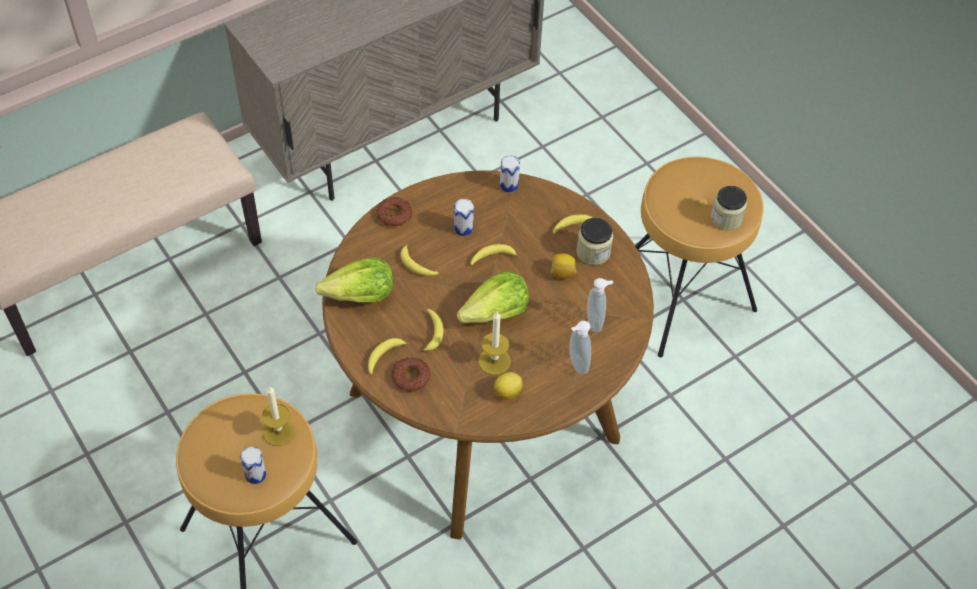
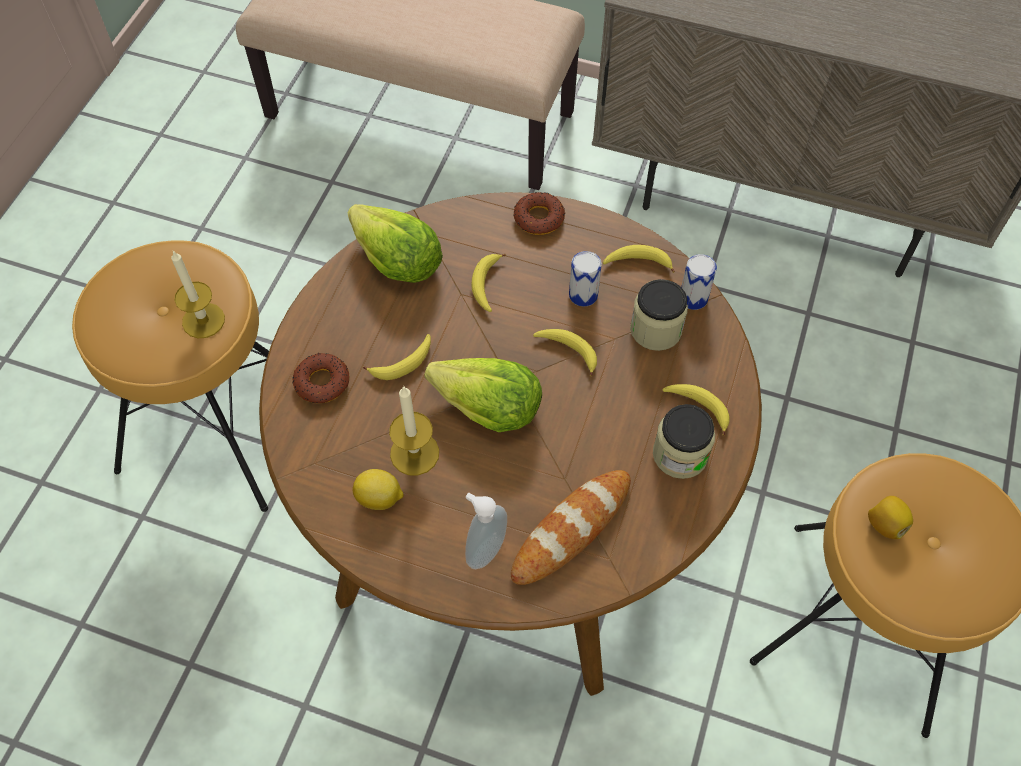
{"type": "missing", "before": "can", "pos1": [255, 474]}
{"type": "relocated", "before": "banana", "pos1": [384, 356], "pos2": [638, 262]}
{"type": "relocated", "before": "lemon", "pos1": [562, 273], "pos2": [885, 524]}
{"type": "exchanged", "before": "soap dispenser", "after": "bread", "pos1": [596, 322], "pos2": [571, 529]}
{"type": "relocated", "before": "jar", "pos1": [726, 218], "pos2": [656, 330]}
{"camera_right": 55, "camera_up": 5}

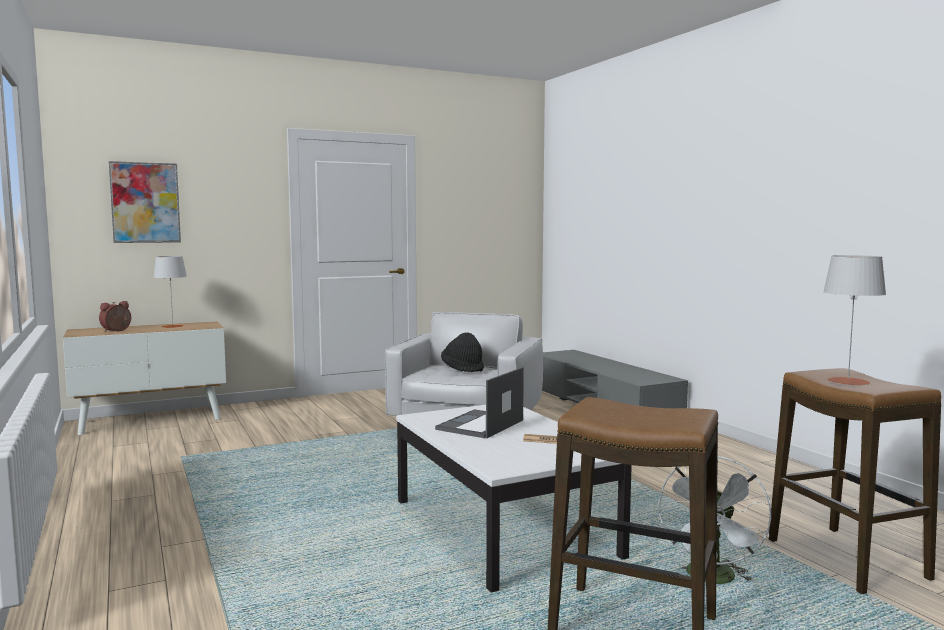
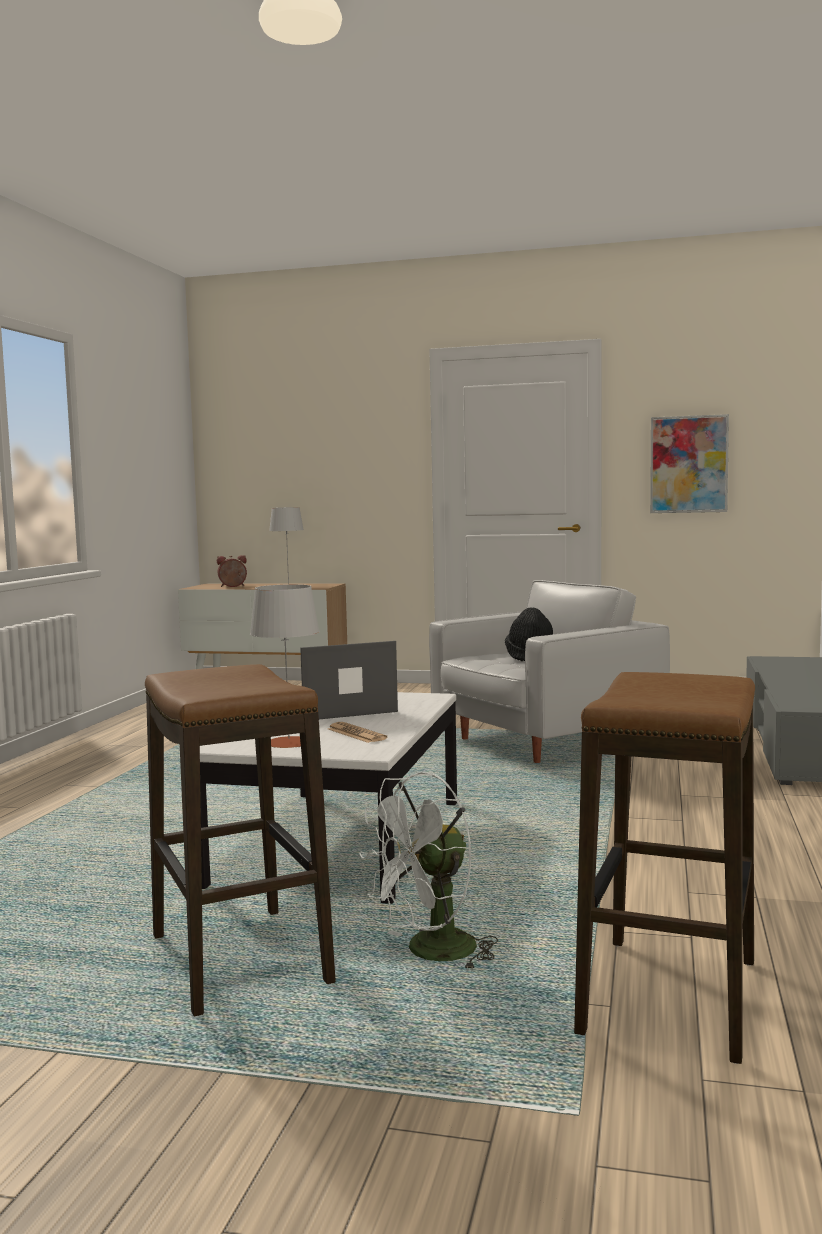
{"type": "relocated", "before": "picture", "pos1": [145, 202], "pos2": [688, 464]}
{"type": "relocated", "before": "table lamp in grey", "pos1": [848, 381], "pos2": [289, 742]}
{"camera_right": 40, "camera_up": 0}

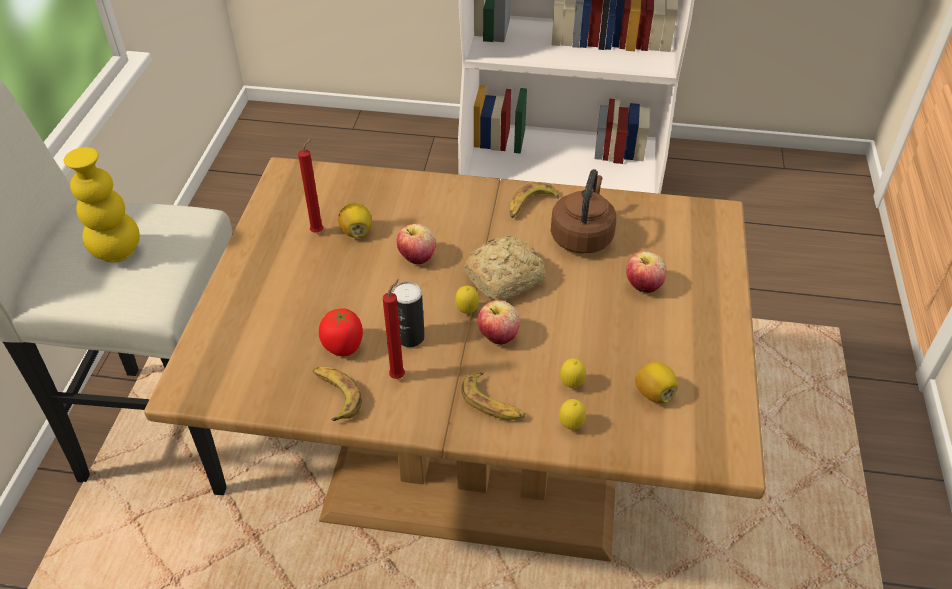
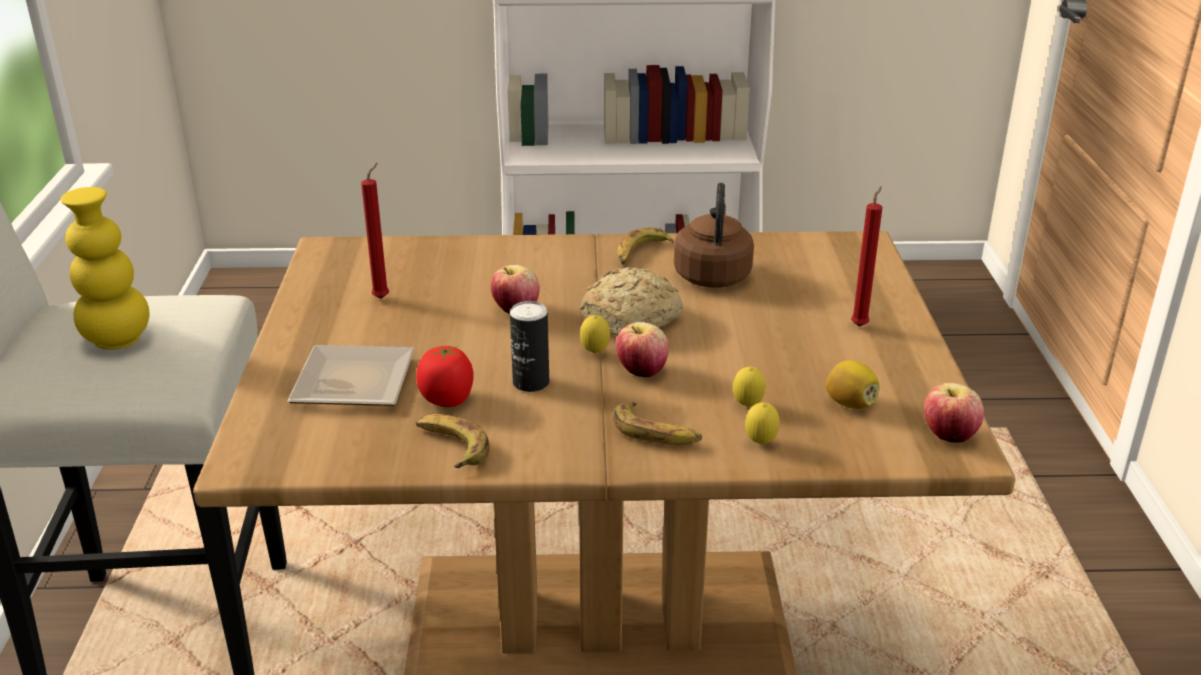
{"type": "missing", "before": "lemon", "pos1": [356, 231]}
{"type": "relocated", "before": "candle in red", "pos1": [399, 375], "pos2": [860, 325]}
{"type": "relocated", "before": "apple", "pos1": [643, 286], "pos2": [949, 436]}
{"type": "appeared", "after": "plate", "pos2": [358, 380]}
{"camera_right": -10, "camera_up": -15}

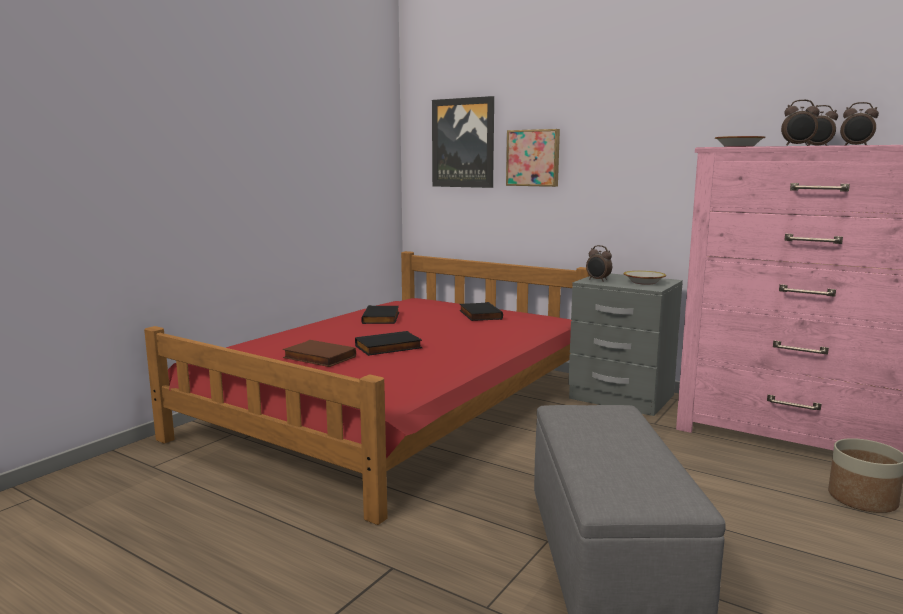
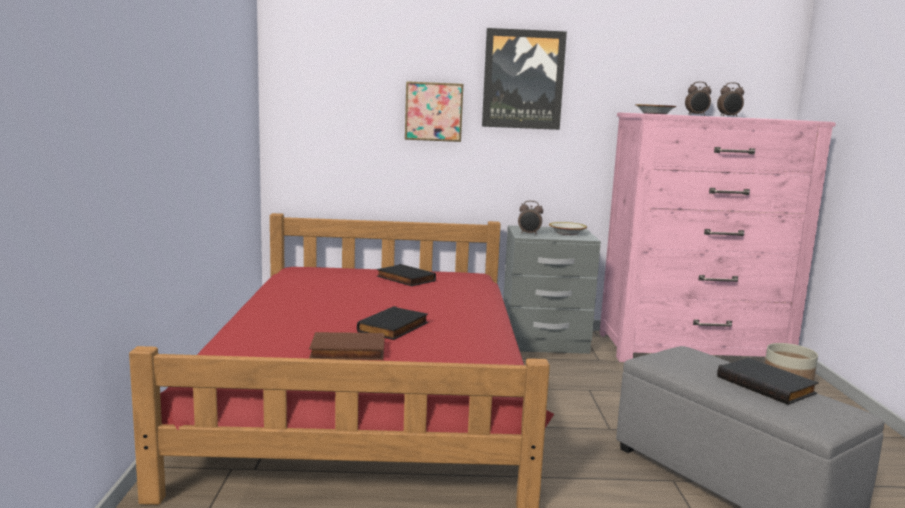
{"type": "relocated", "before": "book in black", "pos1": [382, 318], "pos2": [767, 385]}
{"type": "relocated", "before": "picture", "pos1": [463, 143], "pos2": [523, 79]}
{"type": "missing", "before": "alarm clock", "pos1": [797, 145]}
{"camera_right": -35, "camera_up": 0}

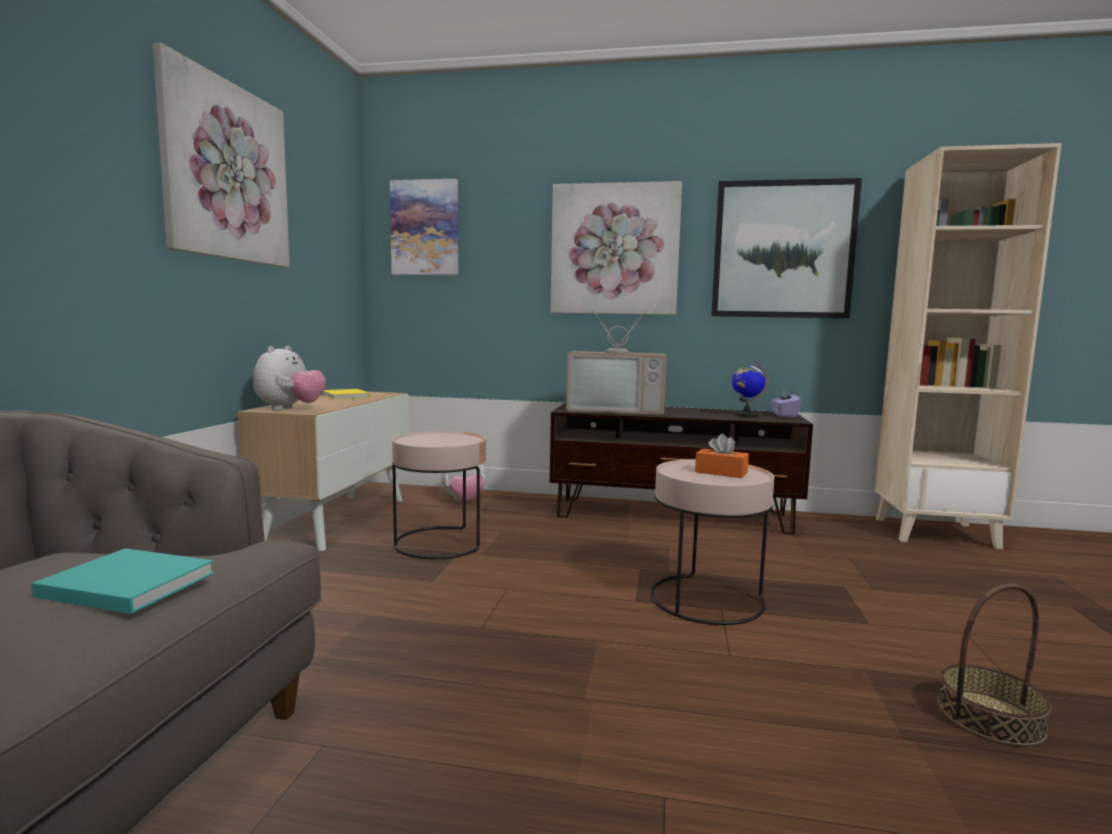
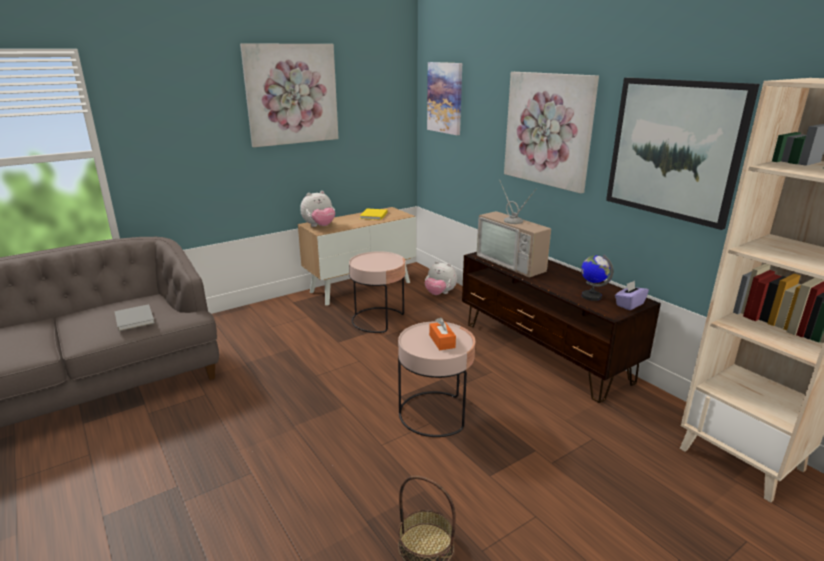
{"type": "colour", "before": "book in turquoise", "after": "book in grey", "pos1": [125, 584], "pos2": [134, 318]}
{"camera_right": 45, "camera_up": 15}

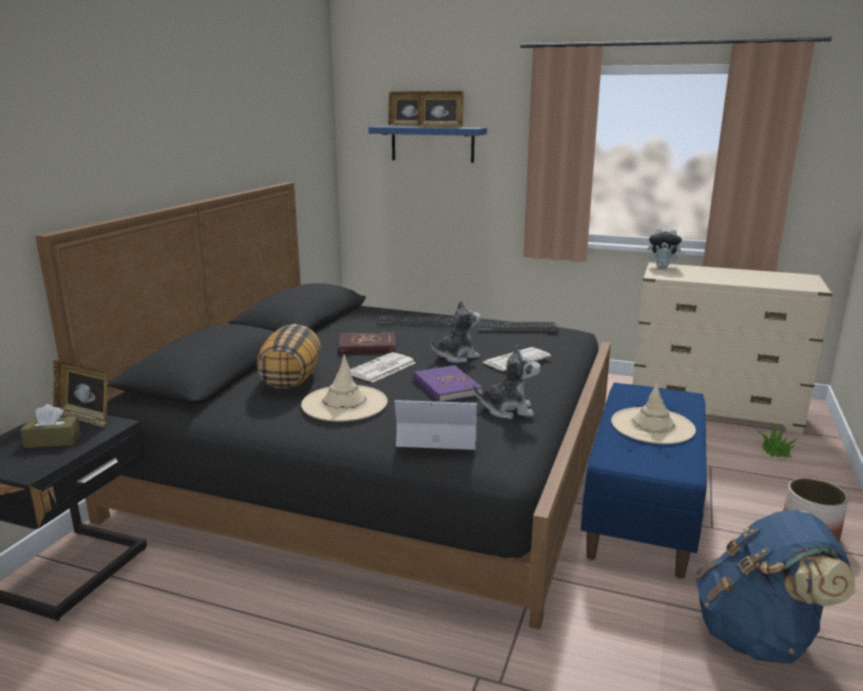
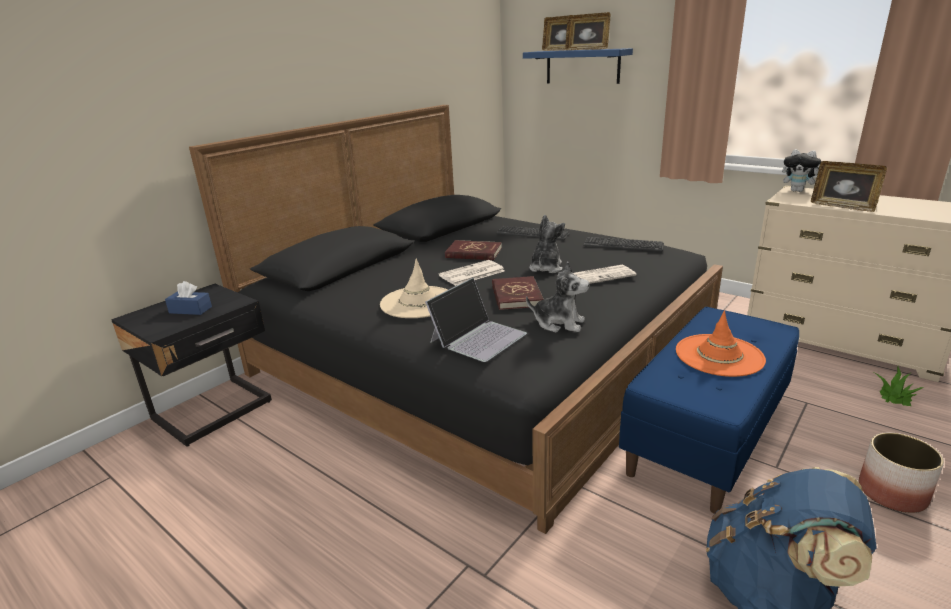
{"type": "colour", "before": "tissue box in brown", "after": "tissue box in blue", "pos1": [53, 441], "pos2": [190, 310]}
{"type": "relocated", "before": "picture frame", "pos1": [85, 418], "pos2": [842, 206]}
{"type": "missing", "before": "pillow", "pos1": [291, 379]}
{"type": "spun", "before": "laptop", "pos1": [437, 432], "pos2": [478, 337], "turn": 105}
{"type": "colour", "before": "book in purple", "after": "book in red", "pos1": [446, 387], "pos2": [516, 296]}
{"type": "spun", "before": "plush toy", "pos1": [456, 356], "pos2": [545, 268], "turn": -60}
{"type": "colour", "before": "hat in beige", "after": "hat in orange", "pos1": [652, 426], "pos2": [719, 355]}
{"camera_right": 20, "camera_up": 5}

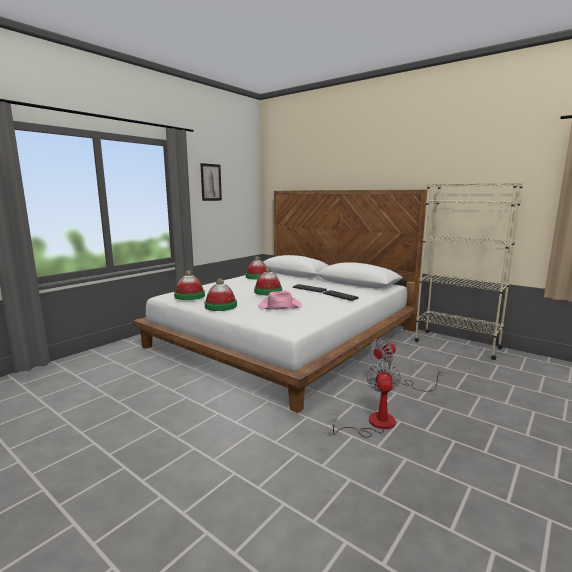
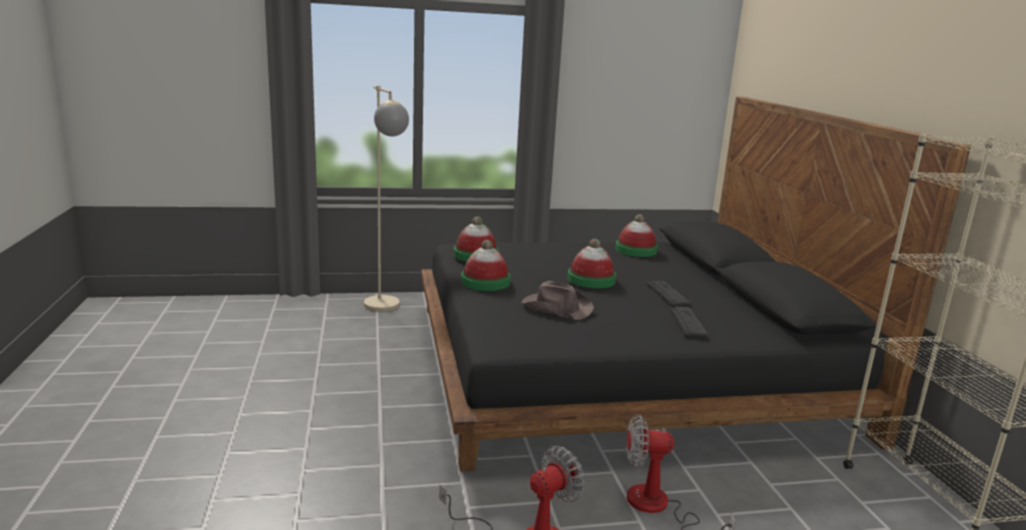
{"type": "colour", "before": "bed in white", "after": "bed in black", "pos1": [284, 338], "pos2": [618, 366]}
{"type": "missing", "before": "picture", "pos1": [211, 182]}
{"type": "colour", "before": "hat in pink", "after": "hat in brown", "pos1": [279, 306], "pos2": [556, 307]}
{"type": "appeared", "after": "floor lamp in beige", "pos2": [386, 309]}
{"camera_right": 40, "camera_up": 5}

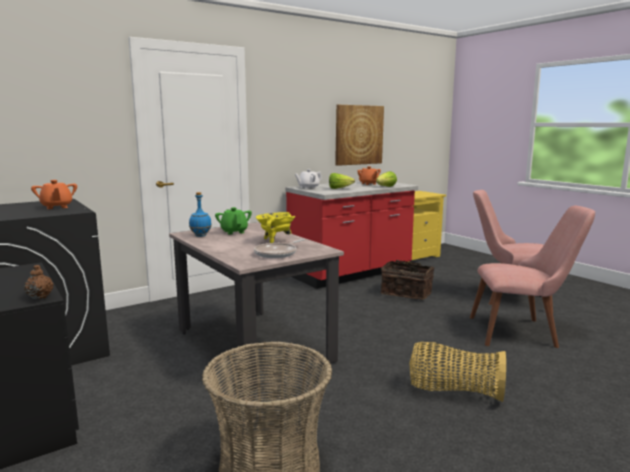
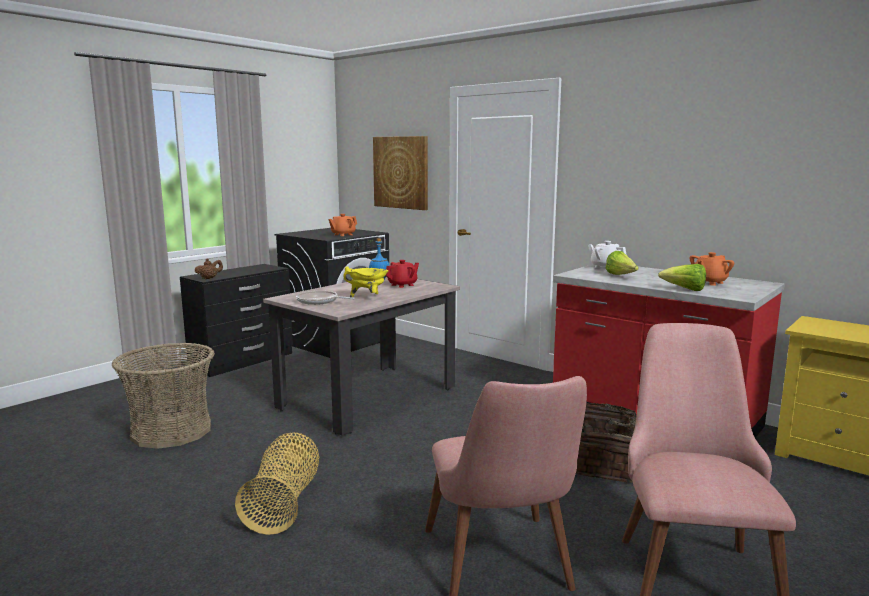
{"type": "colour", "before": "teapot in green", "after": "teapot in red", "pos1": [234, 232], "pos2": [402, 285]}
{"type": "relocated", "before": "picture", "pos1": [358, 135], "pos2": [401, 172]}
{"camera_right": 75, "camera_up": 0}

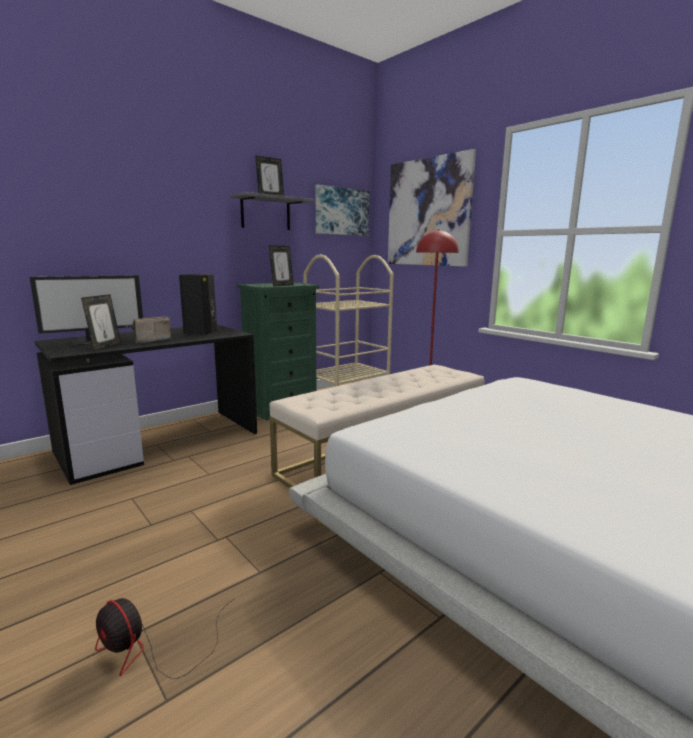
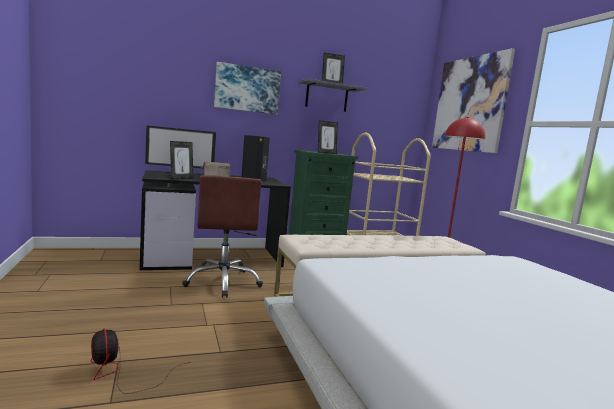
{"type": "relocated", "before": "picture", "pos1": [341, 211], "pos2": [247, 89]}
{"type": "appeared", "after": "office chair in brown", "pos2": [223, 282]}
{"camera_right": 20, "camera_up": -5}

